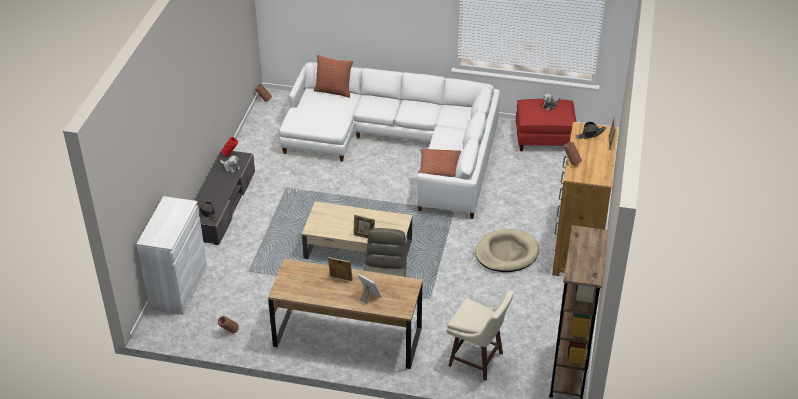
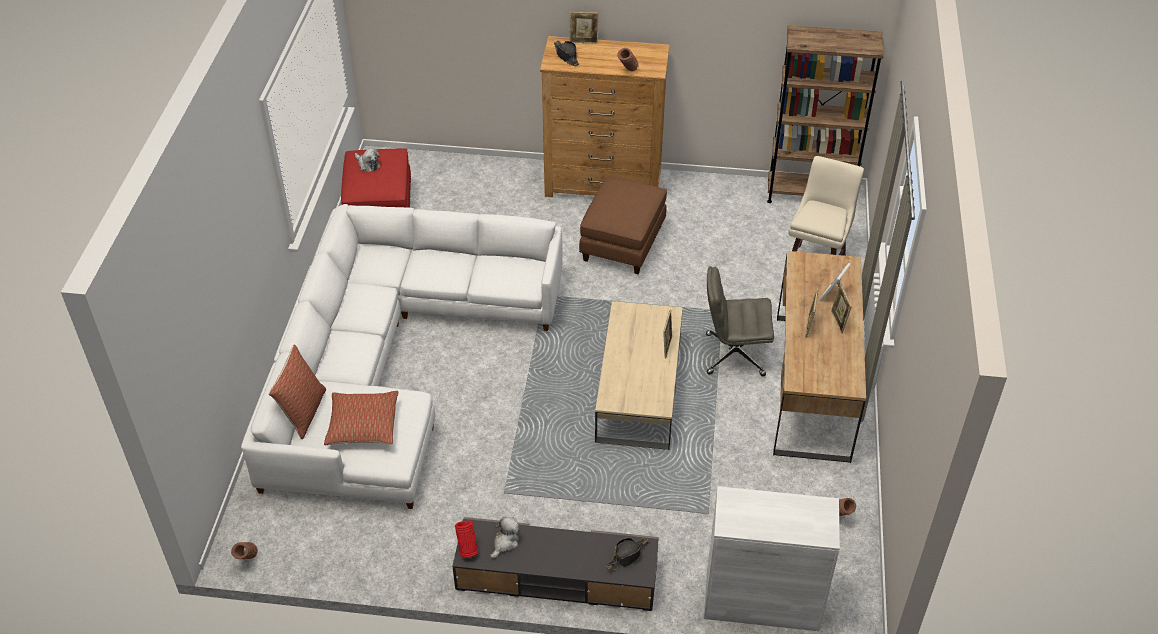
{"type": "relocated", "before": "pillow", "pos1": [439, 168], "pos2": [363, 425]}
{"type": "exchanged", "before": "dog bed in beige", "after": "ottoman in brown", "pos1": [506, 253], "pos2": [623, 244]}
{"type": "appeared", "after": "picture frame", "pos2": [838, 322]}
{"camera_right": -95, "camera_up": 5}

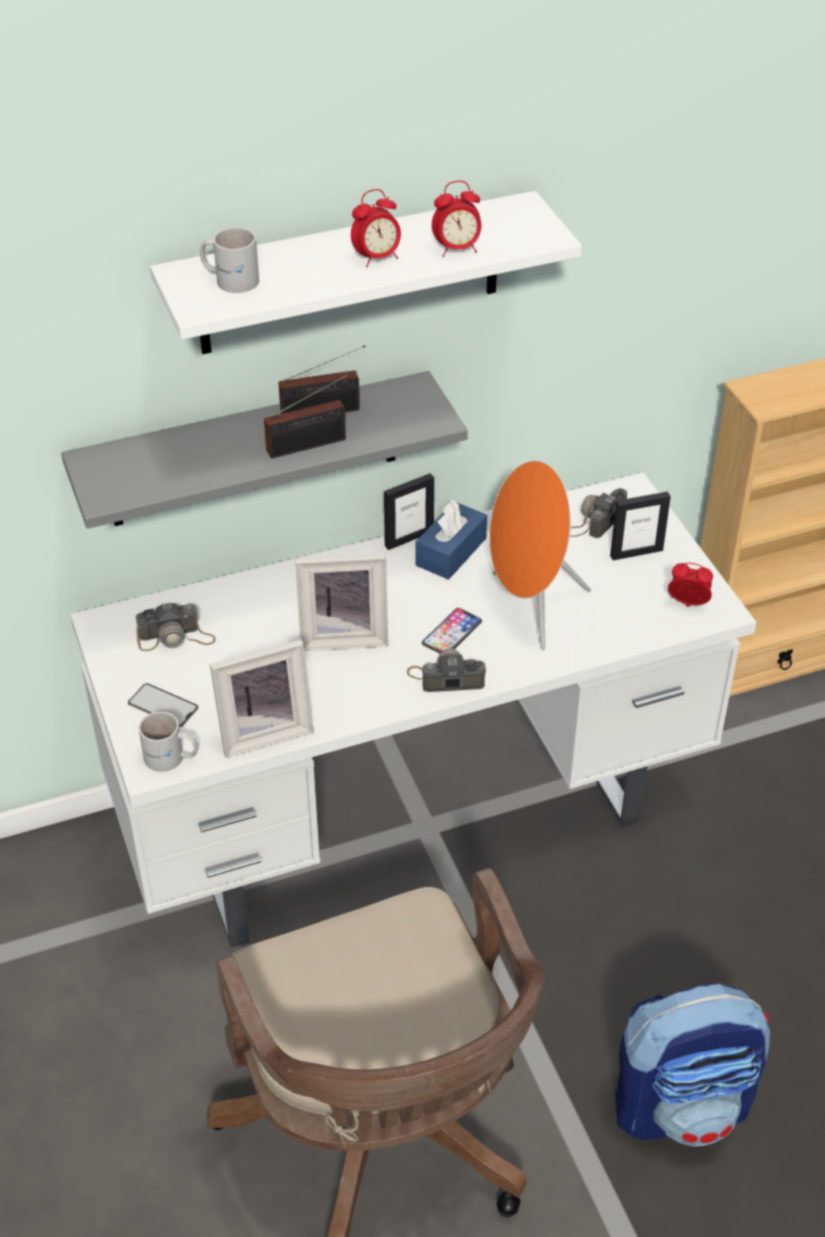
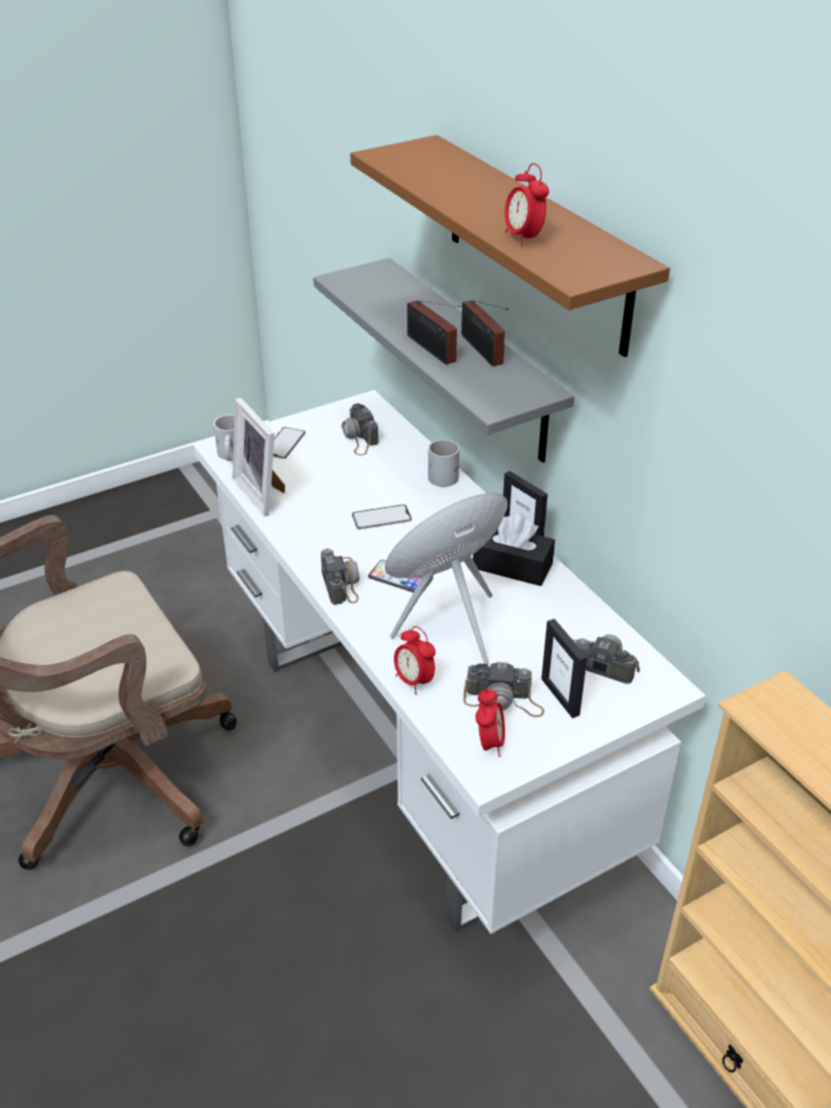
{"type": "colour", "before": "shelf in white", "after": "shelf in brown", "pos1": [350, 274], "pos2": [536, 244]}
{"type": "relocated", "before": "mug in white", "pos1": [231, 278], "pos2": [445, 474]}
{"type": "exchanged", "before": "picture frame", "after": "phone", "pos1": [343, 635], "pos2": [381, 517]}
{"type": "relocated", "before": "alarm clock", "pos1": [377, 258], "pos2": [414, 681]}
{"type": "colour", "before": "tissue box in blue", "after": "tissue box in black", "pos1": [451, 552], "pos2": [512, 566]}
{"type": "missing", "before": "backpack", "pos1": [683, 1105]}
{"type": "appeared", "after": "photo camera", "pos2": [503, 700]}
{"camera_right": 80, "camera_up": -5}

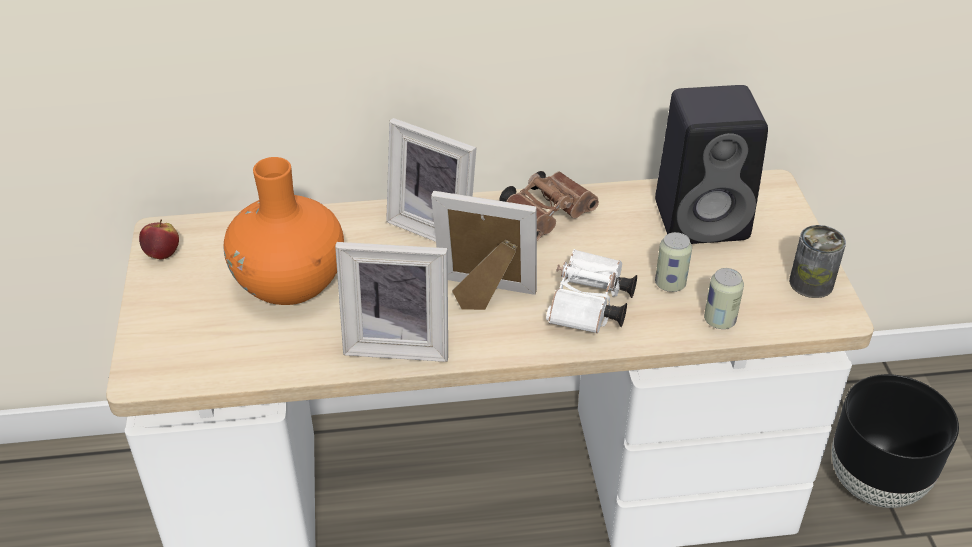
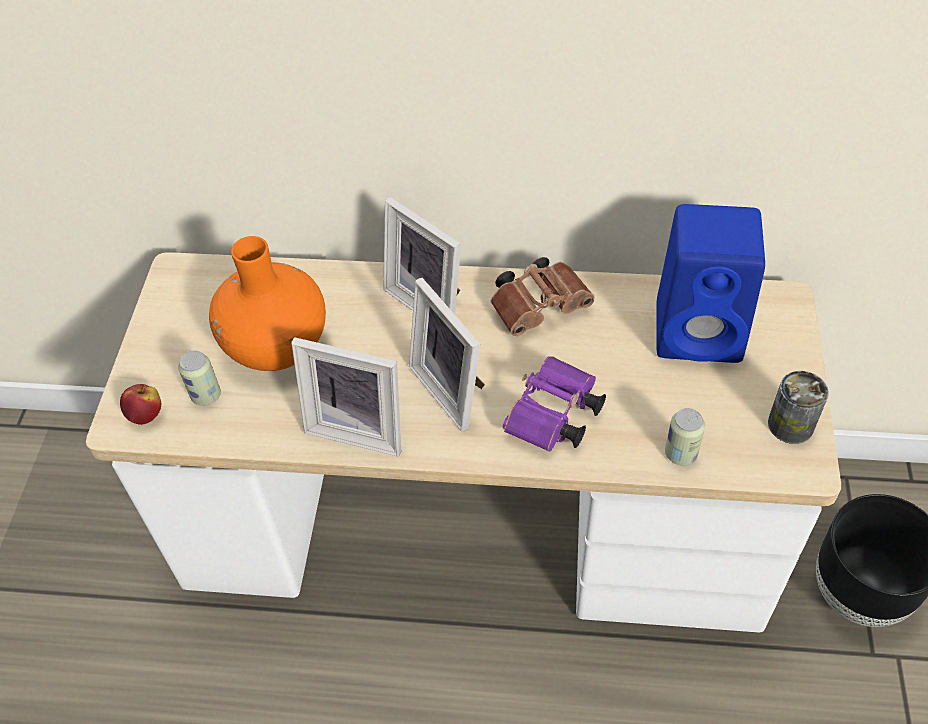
{"type": "relocated", "before": "apple", "pos1": [162, 254], "pos2": [146, 414]}
{"type": "spun", "before": "picture frame", "pos1": [483, 296], "pos2": [453, 388], "turn": -150}
{"type": "colour", "before": "binoculars in white", "after": "binoculars in purple", "pos1": [589, 308], "pos2": [553, 418]}
{"type": "colour", "before": "speaker in black", "after": "speaker in blue", "pos1": [704, 219], "pos2": [701, 331]}
{"type": "relocated", "before": "can", "pos1": [670, 284], "pos2": [206, 395]}
{"camera_right": 15, "camera_up": 10}

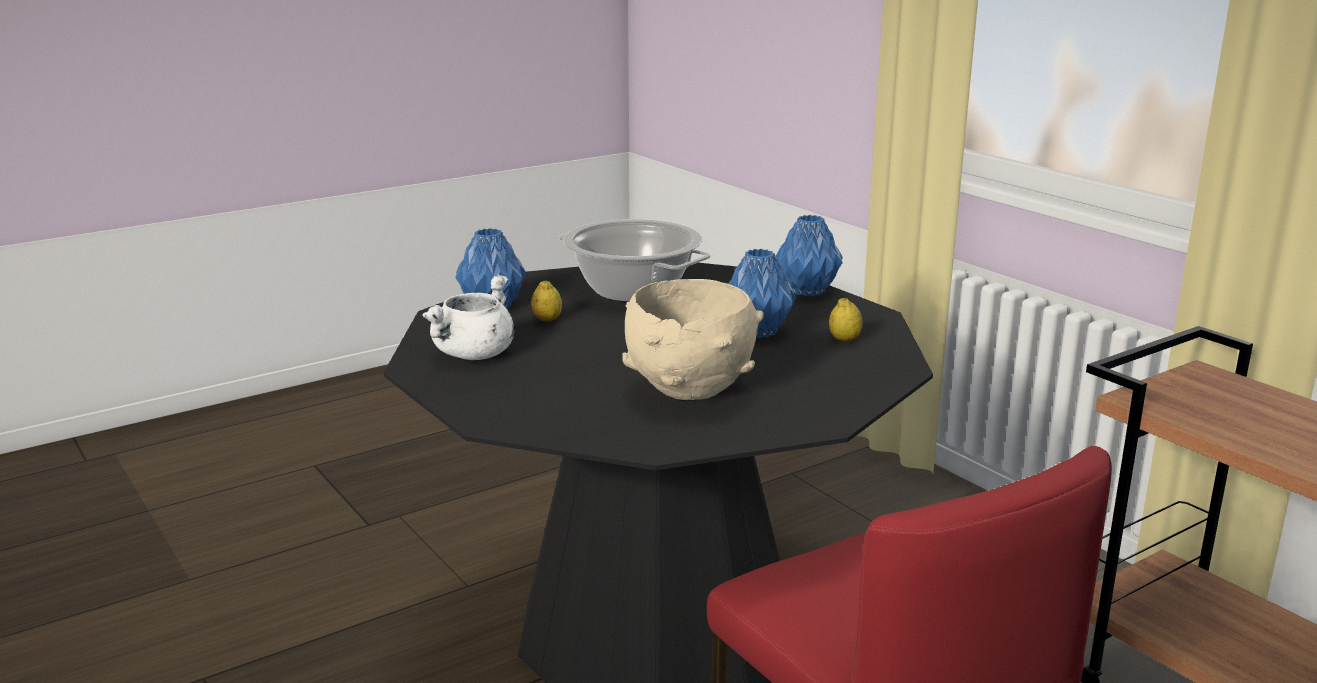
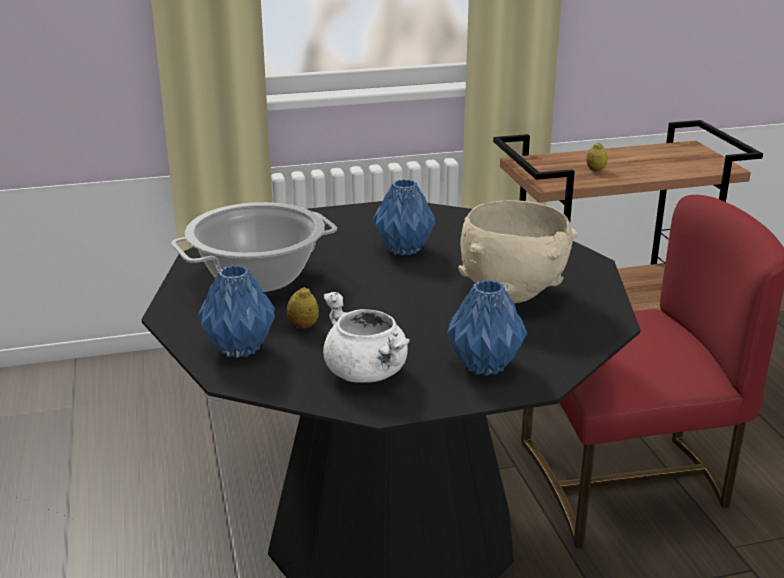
{"type": "relocated", "before": "vase in blue", "pos1": [806, 291], "pos2": [483, 365]}
{"type": "relocated", "before": "lemon", "pos1": [844, 340], "pos2": [595, 170]}
{"camera_right": -70, "camera_up": 5}

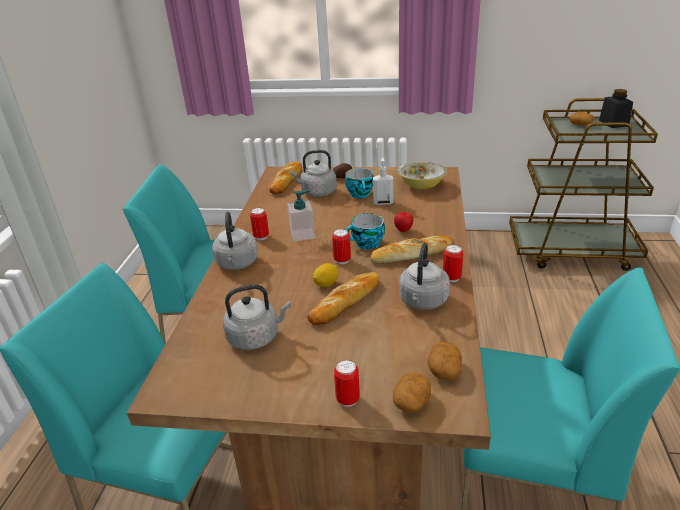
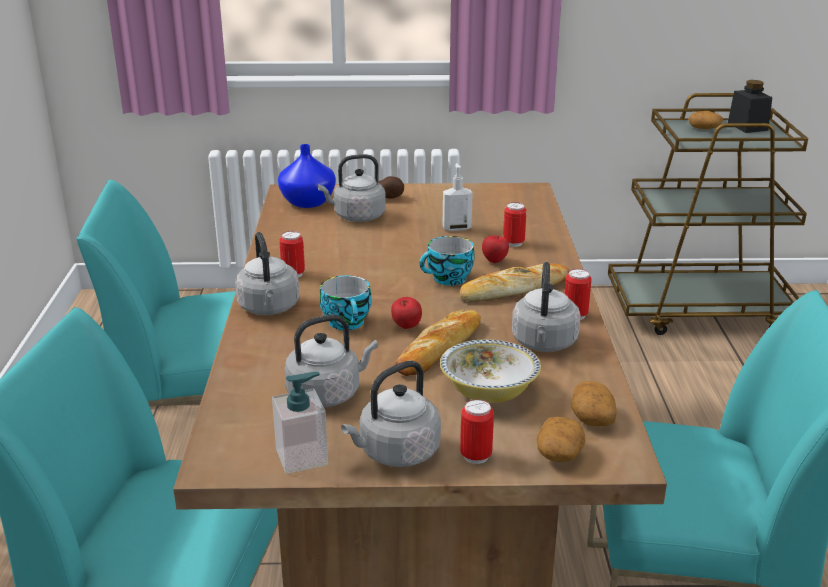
{"type": "exchanged", "before": "bread", "after": "vase in blue", "pos1": [286, 181], "pos2": [307, 202]}
{"type": "relocated", "before": "soap dispenser", "pos1": [302, 234], "pos2": [302, 457]}
{"type": "exchanged", "before": "lemon", "after": "apple", "pos1": [326, 283], "pos2": [406, 328]}
{"type": "relocated", "before": "can", "pos1": [342, 260], "pos2": [513, 243]}
{"type": "relocated", "before": "cup", "pos1": [361, 194], "pos2": [348, 323]}
{"type": "relocated", "before": "bowl", "pos1": [421, 185], "pos2": [489, 392]}
{"type": "appeared", "after": "kettle in grey", "pos2": [396, 453]}
{"camera_right": -10, "camera_up": -5}

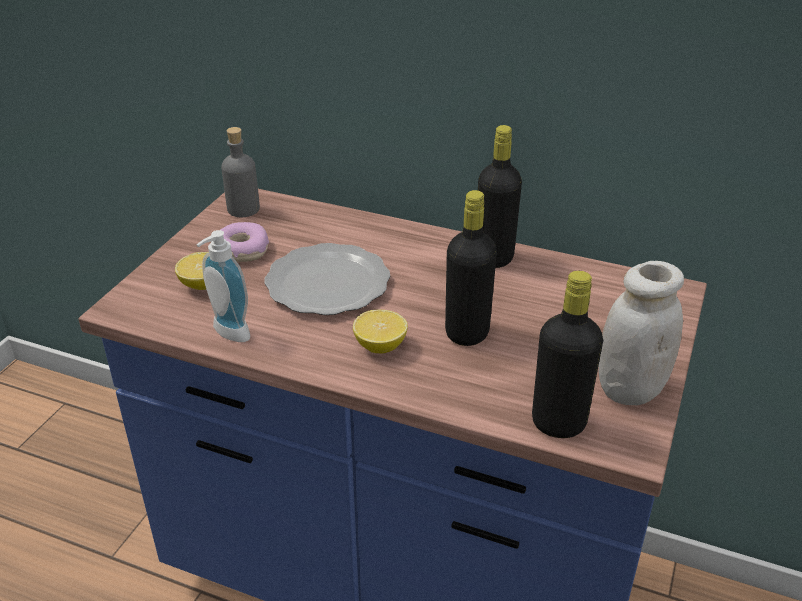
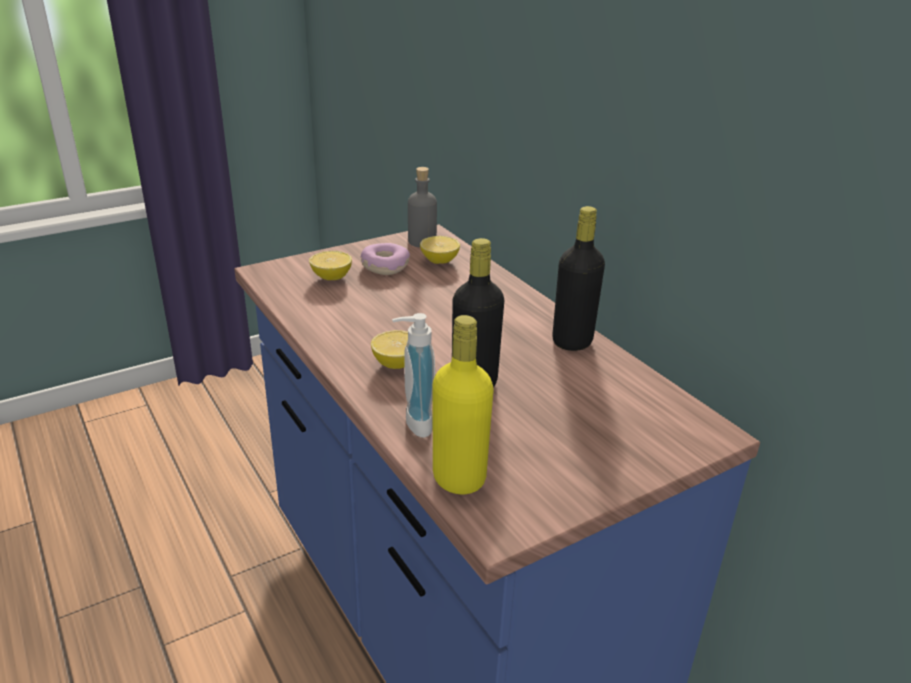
{"type": "relocated", "before": "soap dispenser", "pos1": [227, 334], "pos2": [413, 423]}
{"type": "missing", "before": "plate", "pos1": [330, 283]}
{"type": "colour", "before": "bottle in black", "after": "bottle in yellow", "pos1": [558, 423], "pos2": [459, 479]}
{"type": "missing", "before": "jar in white", "pos1": [630, 389]}
{"type": "appeared", "after": "lemon", "pos2": [439, 261]}
{"camera_right": 35, "camera_up": -5}

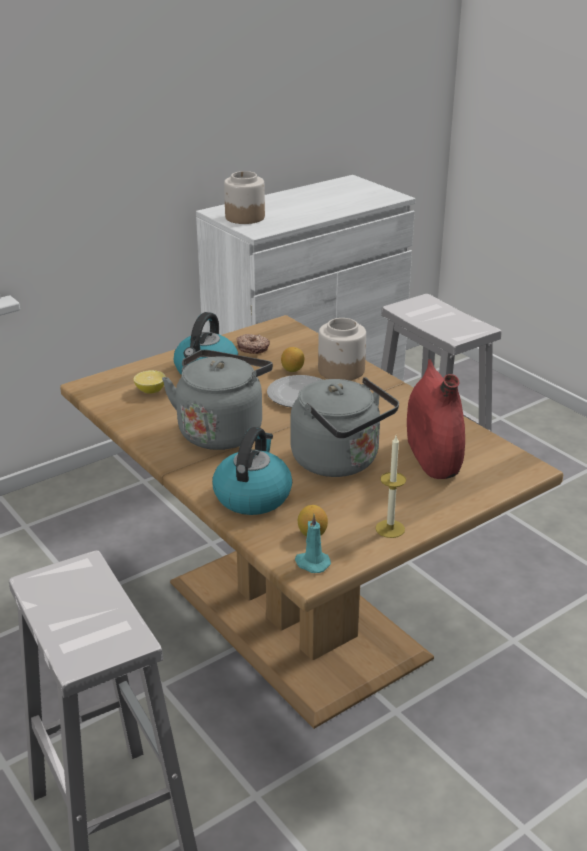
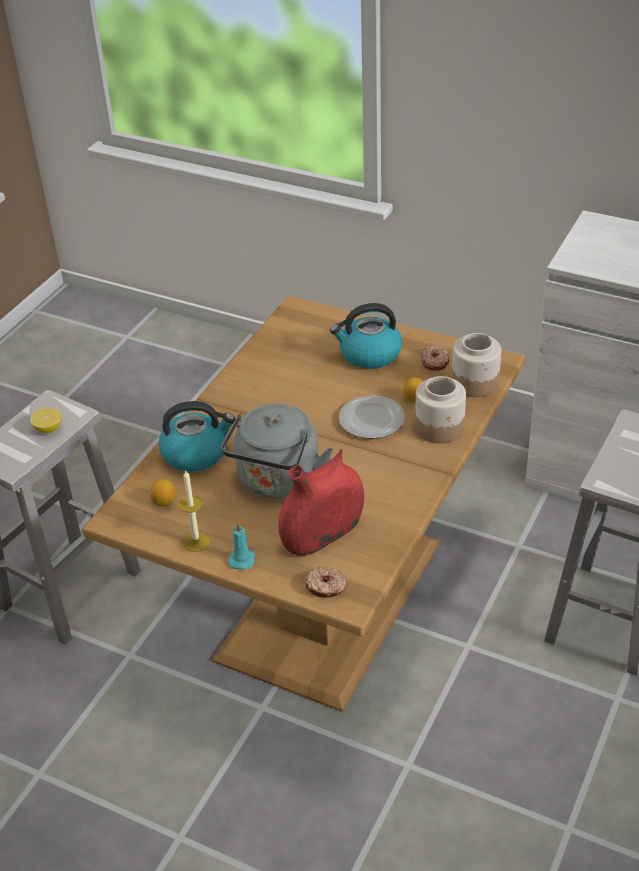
{"type": "relocated", "before": "lemon", "pos1": [150, 391], "pos2": [48, 428]}
{"type": "missing", "before": "kettle in grey", "pos1": [222, 430]}
{"type": "relocated", "before": "jar", "pos1": [244, 217], "pos2": [475, 382]}
{"type": "relocated", "before": "candle in turquoise", "pos1": [311, 563], "pos2": [242, 558]}
{"type": "appeared", "after": "donut", "pos2": [326, 587]}
{"camera_right": 65, "camera_up": 10}

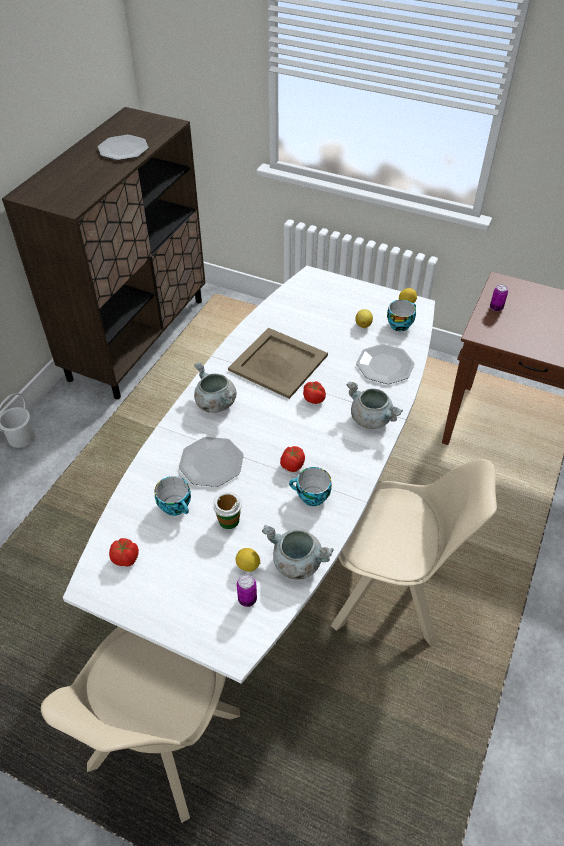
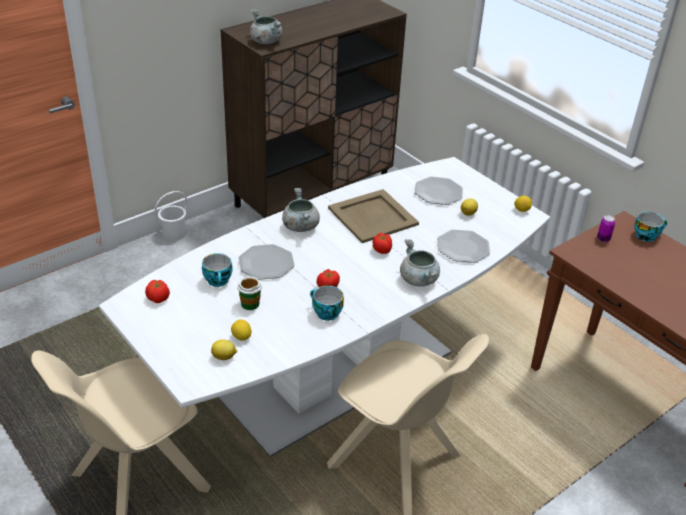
{"type": "relocated", "before": "plate", "pos1": [123, 149], "pos2": [438, 192]}
{"type": "exchanged", "before": "can", "after": "lemon", "pos1": [247, 599], "pos2": [224, 357]}
{"type": "relocated", "before": "cooking pot in grey", "pos1": [296, 563], "pos2": [265, 41]}
{"type": "relocated", "before": "cup", "pos1": [400, 324], "pos2": [646, 235]}
{"camera_right": 25, "camera_up": -10}

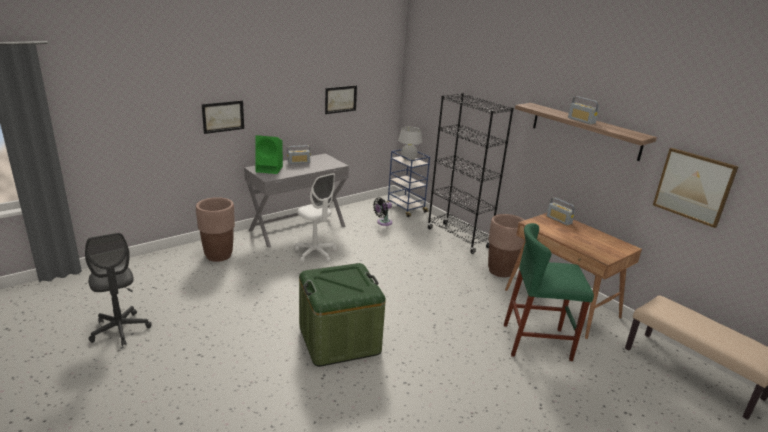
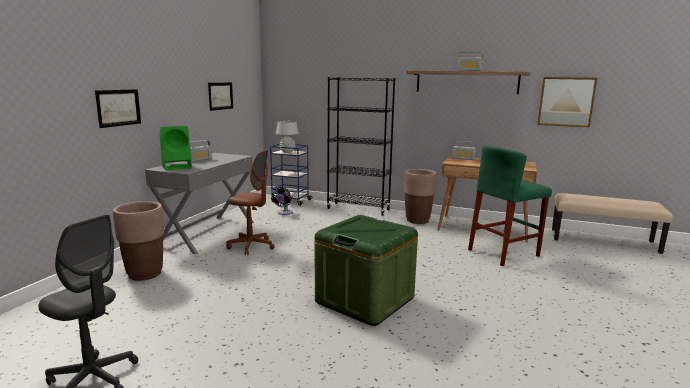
{"type": "colour", "before": "office chair in white", "after": "office chair in brown", "pos1": [315, 253], "pos2": [251, 246]}
{"camera_right": -30, "camera_up": -10}

